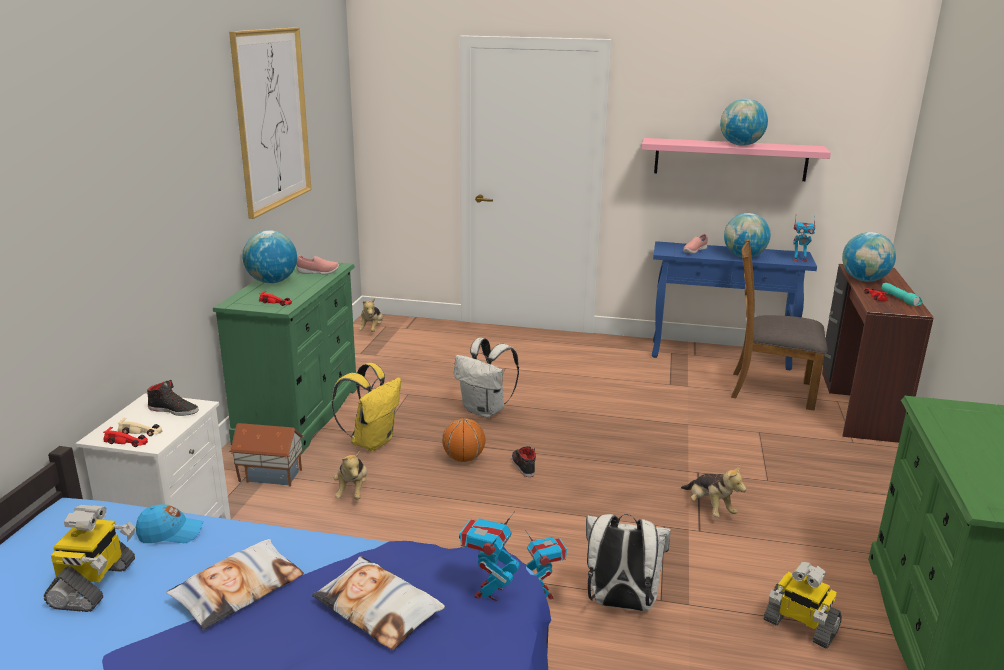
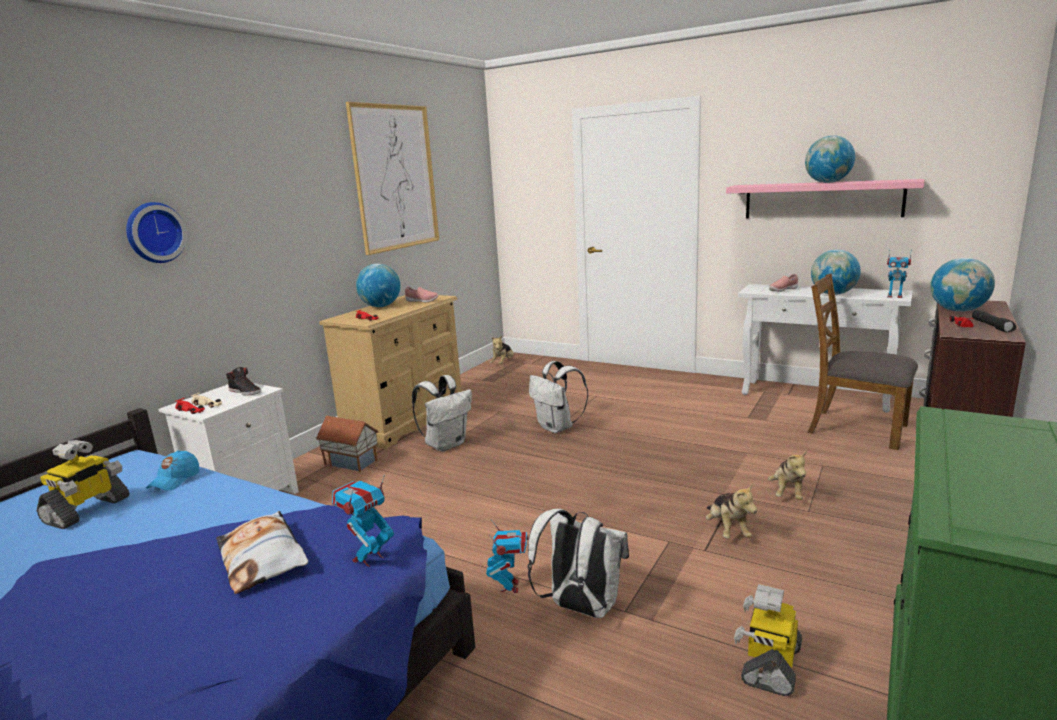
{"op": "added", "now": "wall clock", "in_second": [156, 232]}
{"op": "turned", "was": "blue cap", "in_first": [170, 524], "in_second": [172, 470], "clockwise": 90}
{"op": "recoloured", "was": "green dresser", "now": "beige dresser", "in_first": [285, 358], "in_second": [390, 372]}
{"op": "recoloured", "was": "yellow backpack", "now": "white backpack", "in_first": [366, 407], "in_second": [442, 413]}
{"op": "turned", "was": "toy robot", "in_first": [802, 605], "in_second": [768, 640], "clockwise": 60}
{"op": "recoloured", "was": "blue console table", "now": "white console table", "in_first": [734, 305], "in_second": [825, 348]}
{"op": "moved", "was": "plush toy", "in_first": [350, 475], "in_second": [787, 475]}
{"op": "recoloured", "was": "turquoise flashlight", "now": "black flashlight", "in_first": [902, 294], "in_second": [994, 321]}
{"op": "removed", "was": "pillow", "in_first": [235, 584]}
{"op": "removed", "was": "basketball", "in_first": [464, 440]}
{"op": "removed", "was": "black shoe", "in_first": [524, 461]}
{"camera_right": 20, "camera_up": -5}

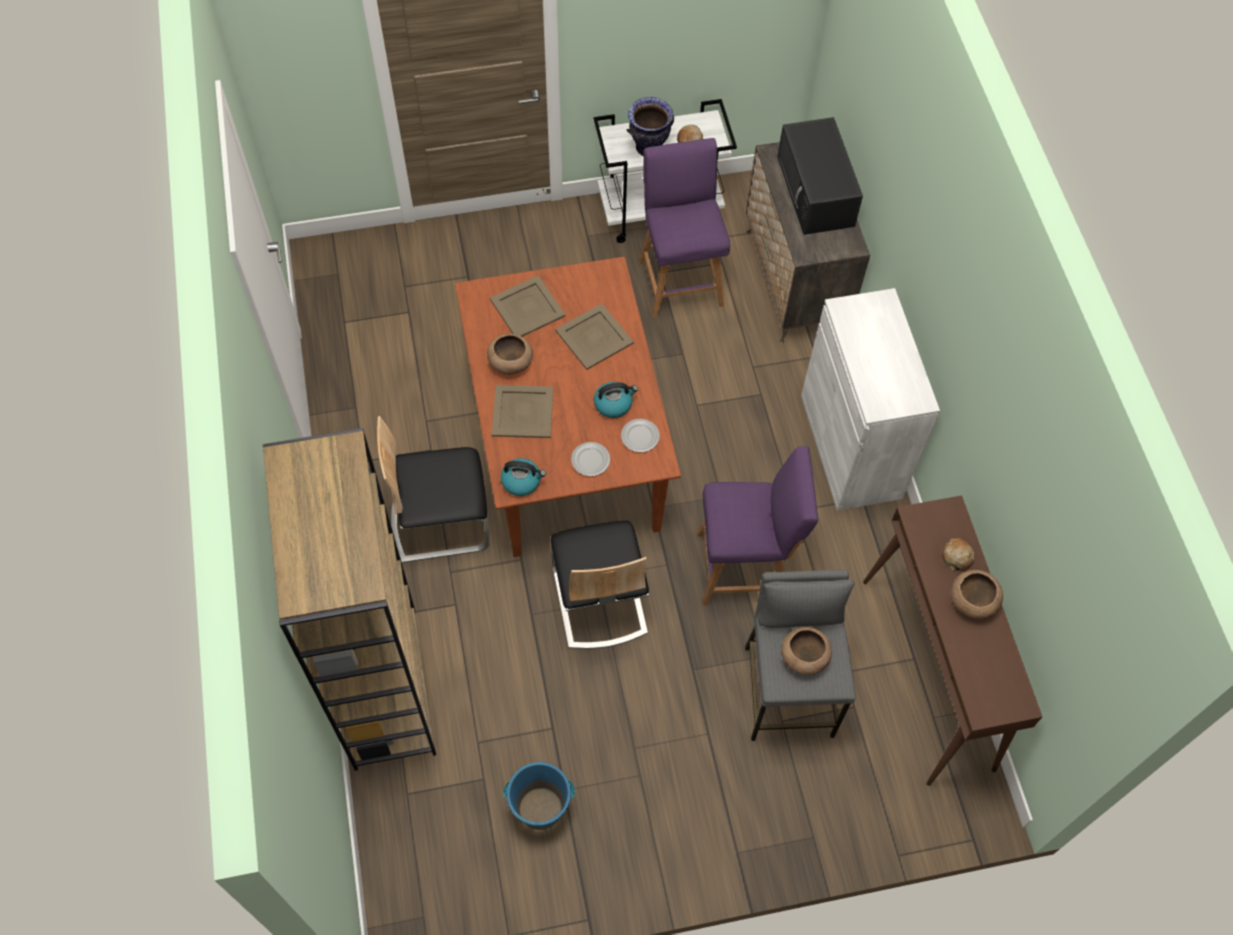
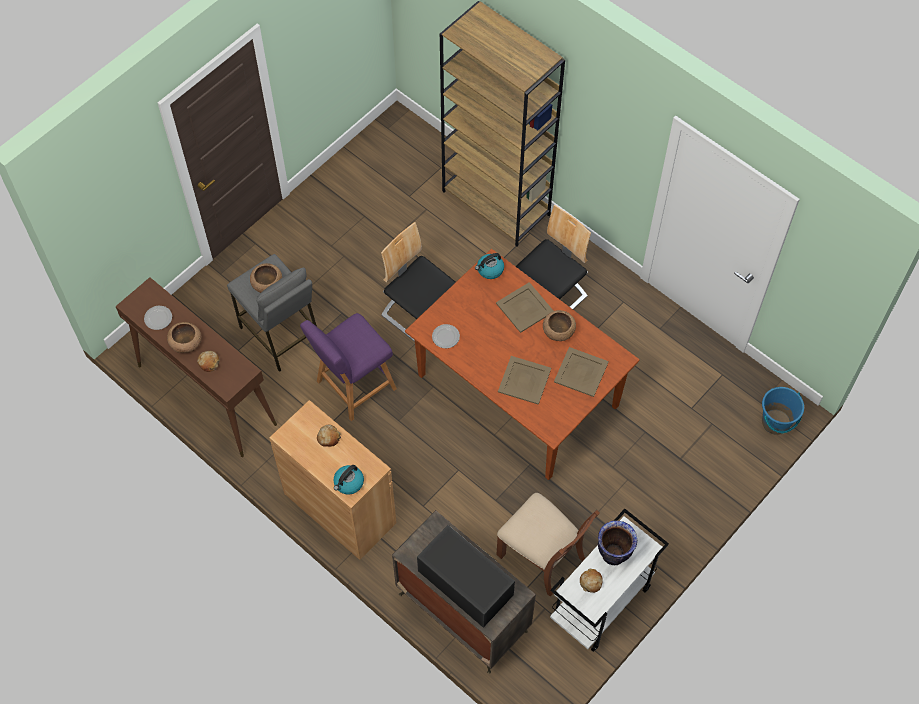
{"op": "moved", "was": "plate", "in_first": [590, 459], "in_second": [158, 318]}
{"op": "recoloured", "was": "white cabinet", "now": "brown cabinet", "in_first": [870, 399], "in_second": [332, 480]}
{"op": "added", "now": "bread", "in_second": [329, 436]}
{"op": "moved", "was": "kettle", "in_first": [616, 400], "in_second": [349, 480]}
{"op": "replaced", "was": "purple stool", "now": "brown chair", "in_first": [684, 228], "in_second": [548, 545]}
{"op": "moved", "was": "blue bucket", "in_first": [538, 796], "in_second": [783, 411]}
{"camera_right": 145, "camera_up": 0}

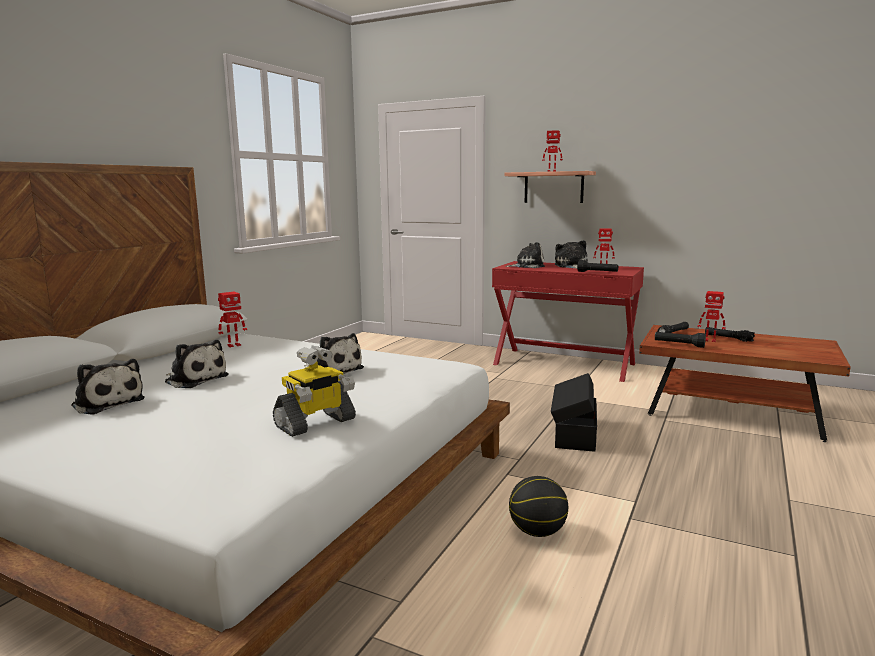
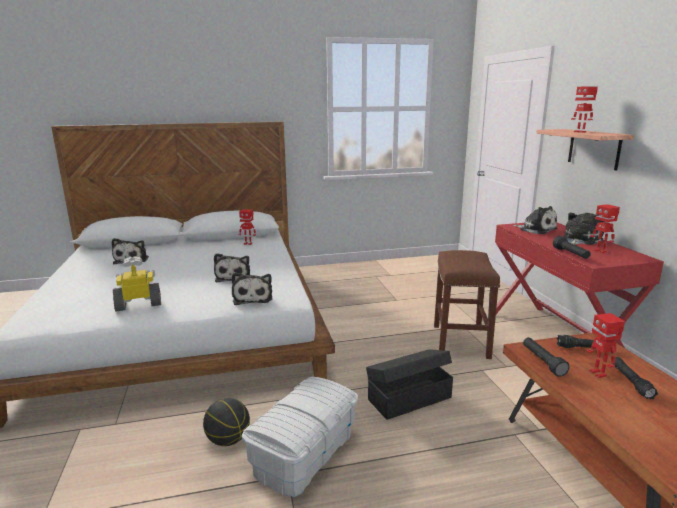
{"op": "turned", "was": "toy robot", "in_first": [314, 391], "in_second": [137, 283], "clockwise": 150}
{"op": "moved", "was": "plush toy", "in_first": [196, 364], "in_second": [252, 288]}
{"op": "added", "now": "white storage box", "in_second": [300, 437]}
{"op": "added", "now": "brown stool", "in_second": [467, 304]}
{"camera_right": 50, "camera_up": 5}

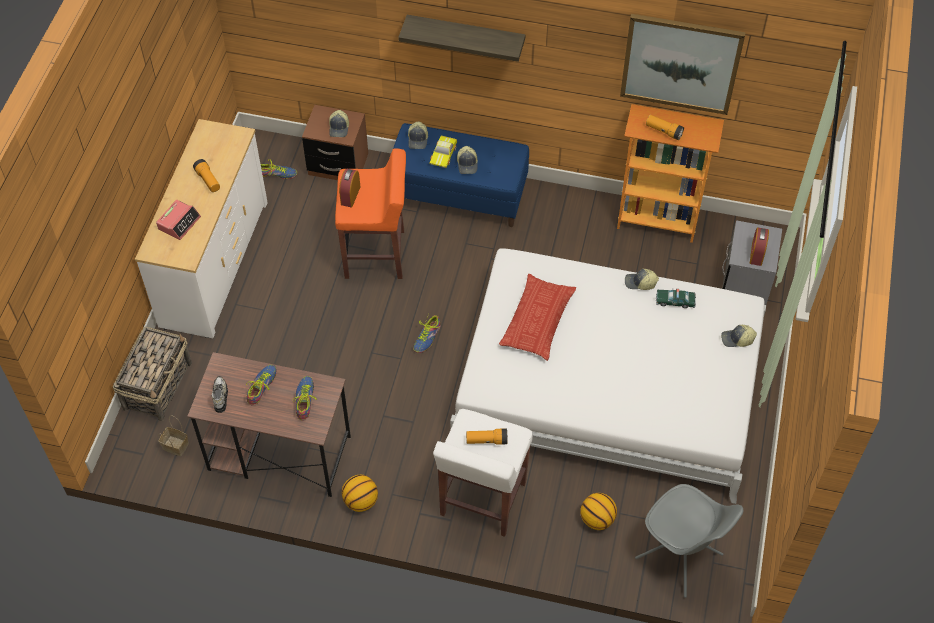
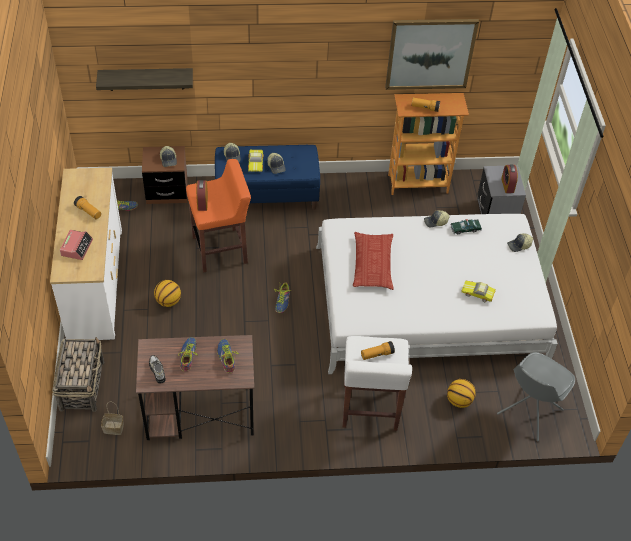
{"op": "moved", "was": "shelf", "in_first": [461, 38], "in_second": [144, 79]}
{"op": "moved", "was": "basketball", "in_first": [360, 493], "in_second": [167, 293]}
{"op": "added", "now": "toy car", "in_second": [478, 291]}
{"op": "turned", "was": "grey chair", "in_first": [689, 541], "in_second": [536, 397], "clockwise": 105}
{"camera_right": -20, "camera_up": -5}

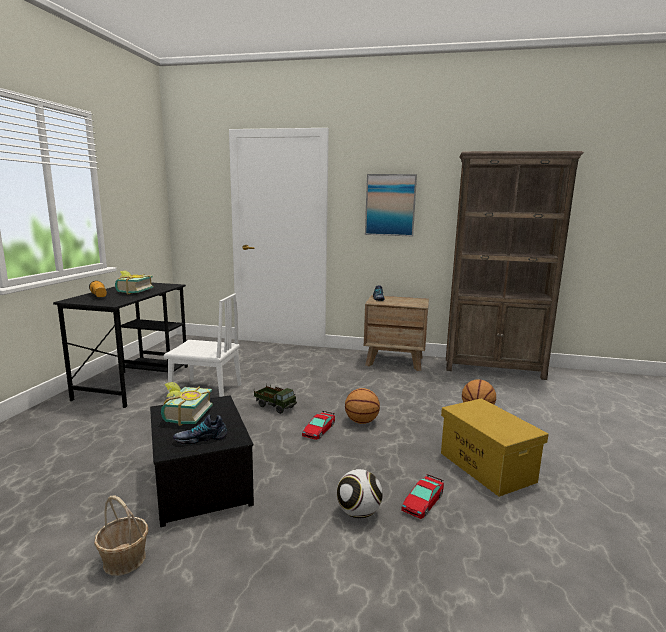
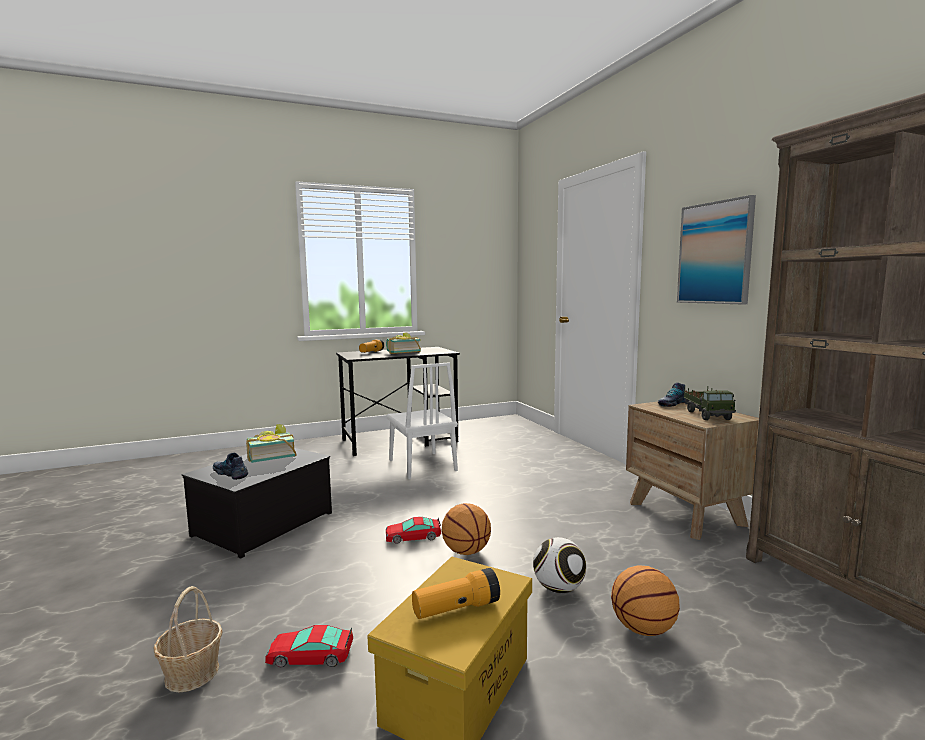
{"op": "moved", "was": "basket", "in_first": [121, 535], "in_second": [188, 639]}
{"op": "added", "now": "flashlight", "in_second": [456, 593]}
{"op": "moved", "was": "football", "in_first": [360, 493], "in_second": [559, 565]}
{"op": "moved", "was": "toy truck", "in_first": [275, 399], "in_second": [710, 403]}
{"camera_right": 55, "camera_up": -5}

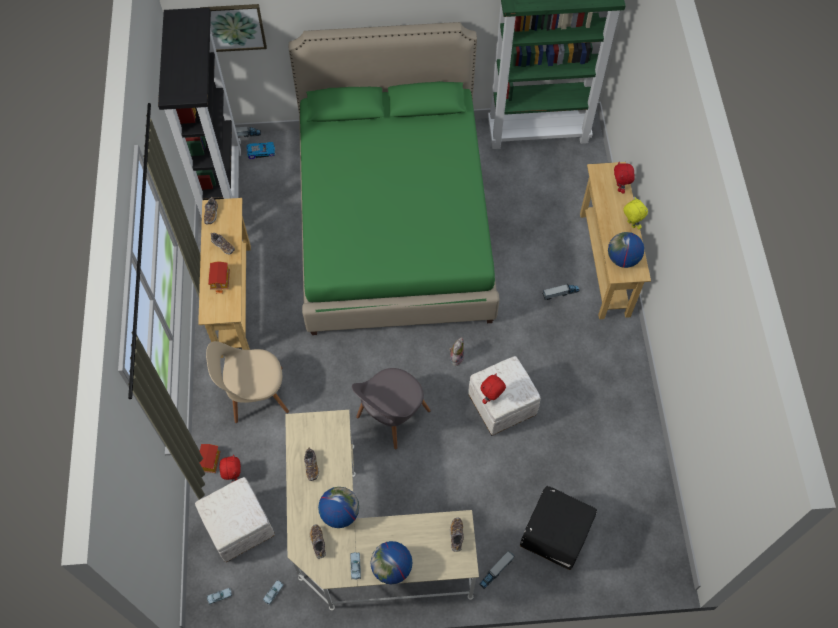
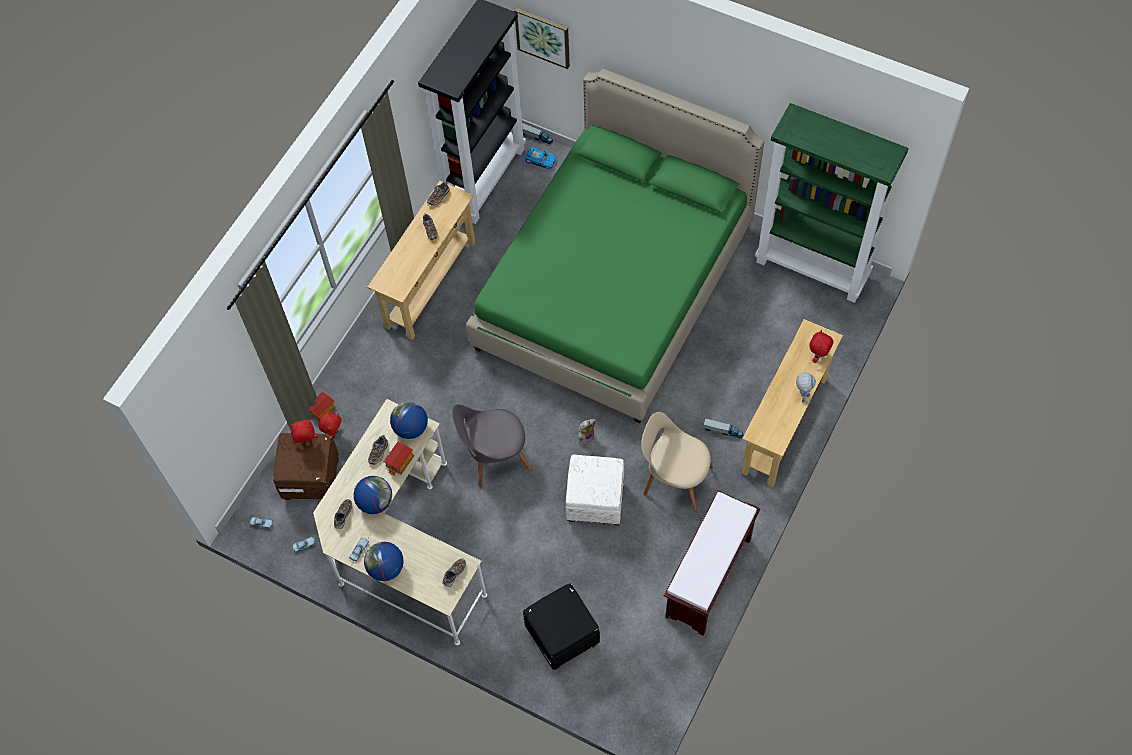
{"op": "recoloured", "was": "white ottoman", "now": "brown ottoman", "in_first": [235, 519], "in_second": [306, 466]}
{"op": "moved", "was": "red plush toy", "in_first": [493, 388], "in_second": [304, 432]}
{"op": "moved", "was": "toy house", "in_first": [219, 277], "in_second": [399, 459]}
{"op": "moved", "was": "globe", "in_first": [626, 250], "in_second": [409, 420]}
{"op": "moved", "was": "beige chair", "in_first": [247, 382], "in_second": [677, 461]}
{"op": "added", "now": "brown bench", "in_second": [712, 563]}
{"op": "replaced", "was": "yellow plush toy", "now": "toy robot", "in_first": [635, 213], "in_second": [806, 387]}
{"op": "removed", "was": "toy truck", "in_first": [496, 570]}
{"camera_right": 35, "camera_up": 0}

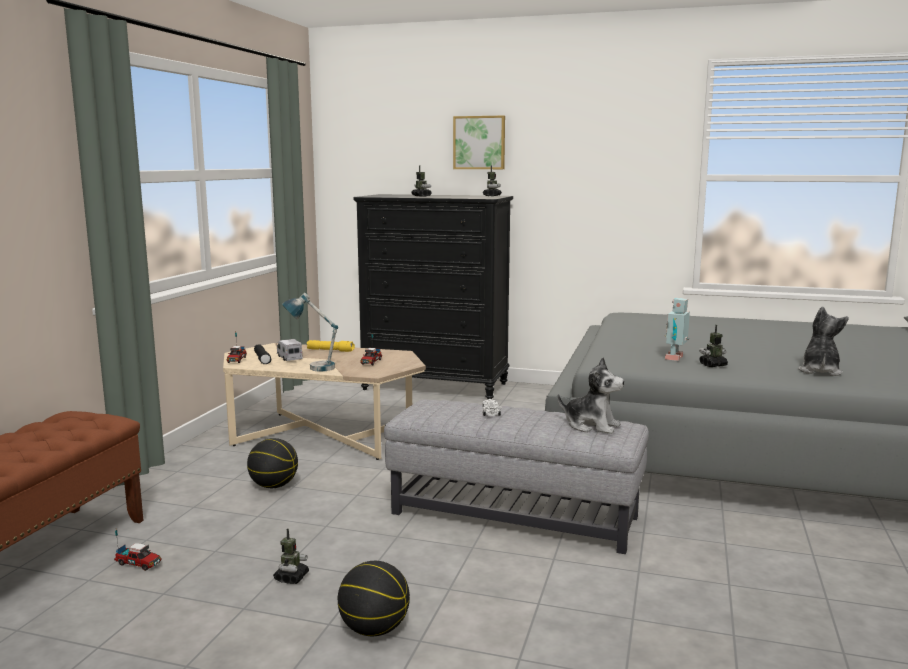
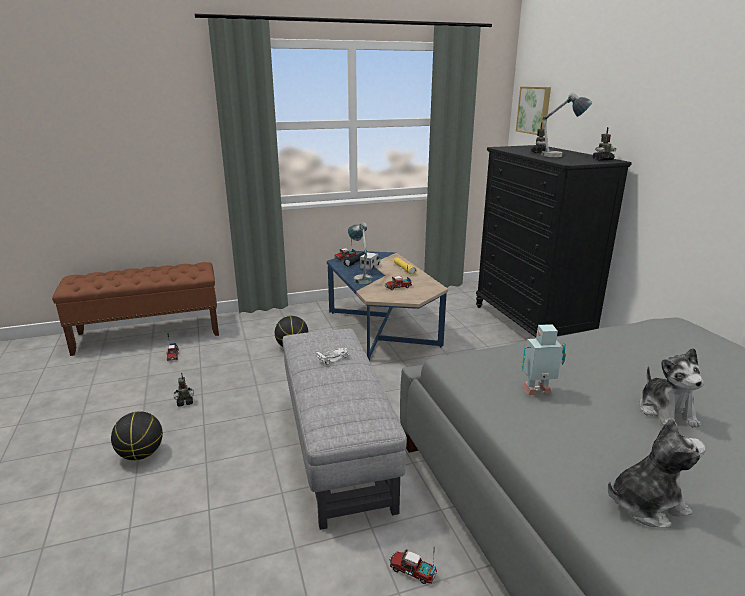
{"op": "recoloured", "was": "beige coffee table", "now": "blue coffee table", "in_first": [324, 401], "in_second": [387, 306]}
{"op": "added", "now": "toy truck", "in_second": [413, 566]}
{"op": "moved", "was": "picture", "in_first": [479, 142], "in_second": [533, 111]}
{"op": "added", "now": "table lamp", "in_second": [566, 125]}
{"op": "moved", "was": "plush toy", "in_first": [591, 395], "in_second": [671, 388]}
{"op": "removed", "was": "toy robot", "in_first": [713, 346]}
{"camera_right": 55, "camera_up": 10}

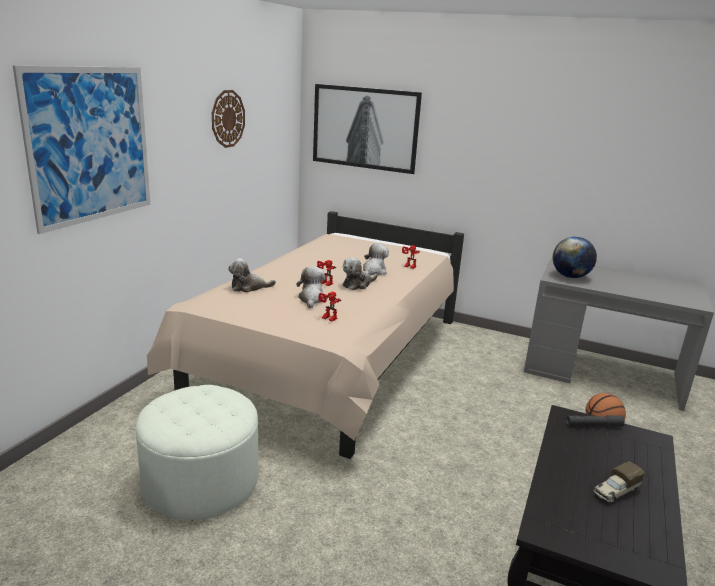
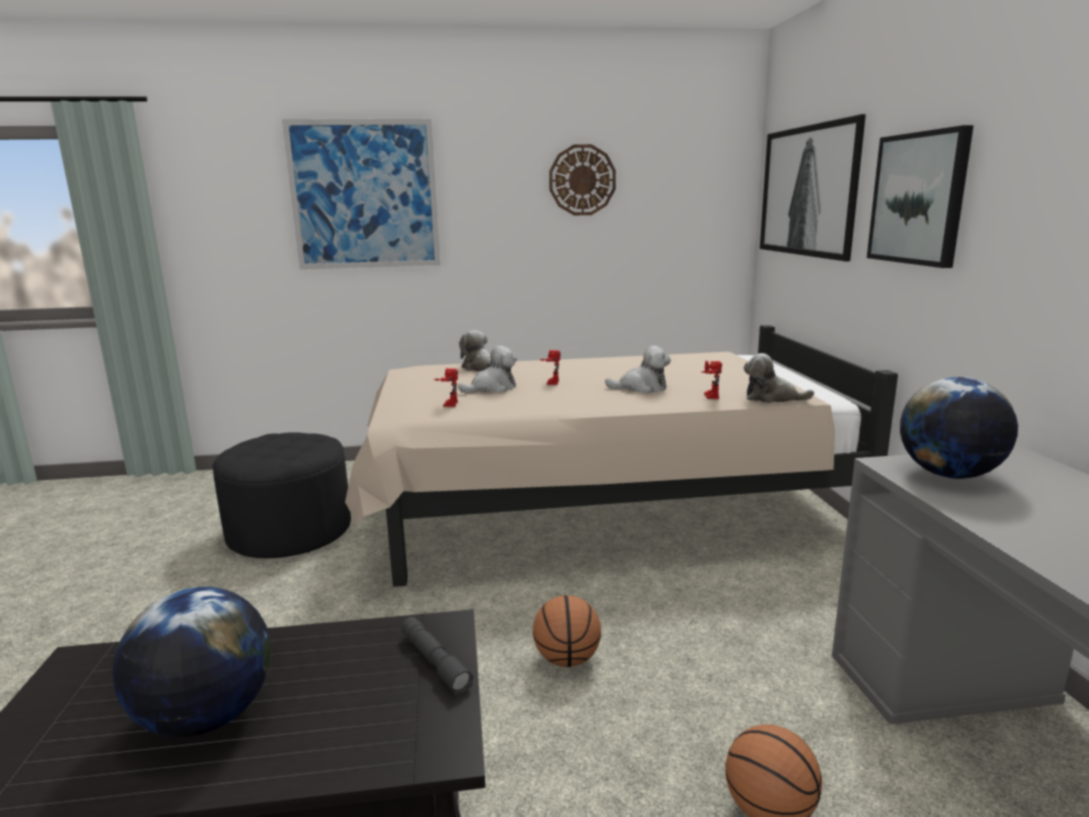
{"op": "replaced", "was": "toy truck", "now": "globe", "in_first": [619, 482], "in_second": [191, 662]}
{"op": "recoloured", "was": "white ottoman", "now": "black ottoman", "in_first": [197, 452], "in_second": [282, 495]}
{"op": "added", "now": "basketball", "in_second": [567, 631]}
{"op": "moved", "was": "plush toy", "in_first": [360, 273], "in_second": [779, 378]}
{"op": "added", "now": "picture", "in_second": [920, 196]}
{"camera_right": 60, "camera_up": -5}

